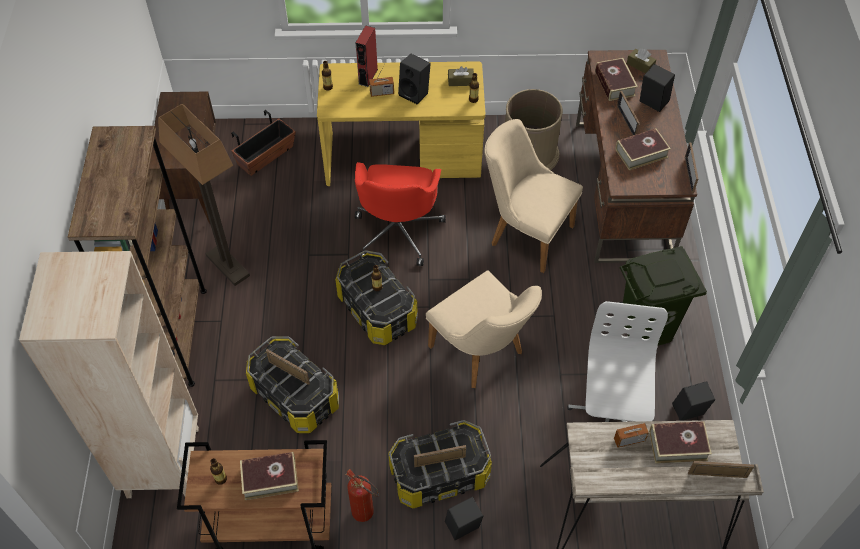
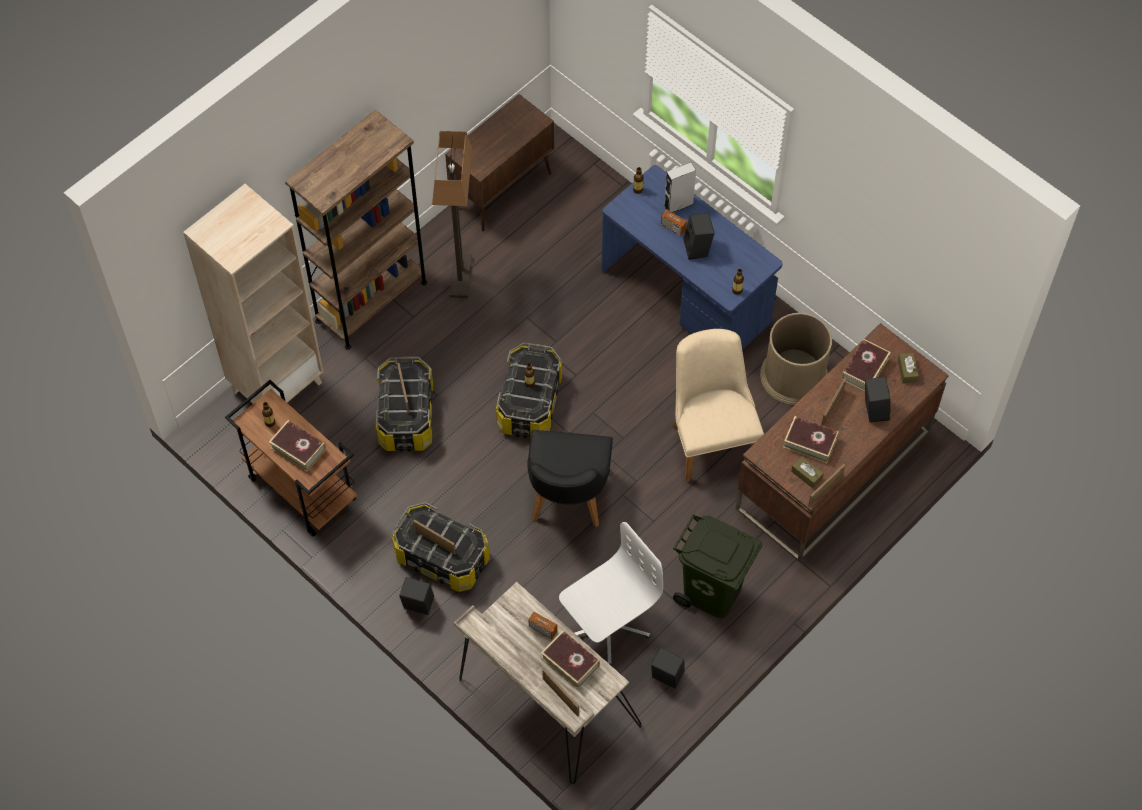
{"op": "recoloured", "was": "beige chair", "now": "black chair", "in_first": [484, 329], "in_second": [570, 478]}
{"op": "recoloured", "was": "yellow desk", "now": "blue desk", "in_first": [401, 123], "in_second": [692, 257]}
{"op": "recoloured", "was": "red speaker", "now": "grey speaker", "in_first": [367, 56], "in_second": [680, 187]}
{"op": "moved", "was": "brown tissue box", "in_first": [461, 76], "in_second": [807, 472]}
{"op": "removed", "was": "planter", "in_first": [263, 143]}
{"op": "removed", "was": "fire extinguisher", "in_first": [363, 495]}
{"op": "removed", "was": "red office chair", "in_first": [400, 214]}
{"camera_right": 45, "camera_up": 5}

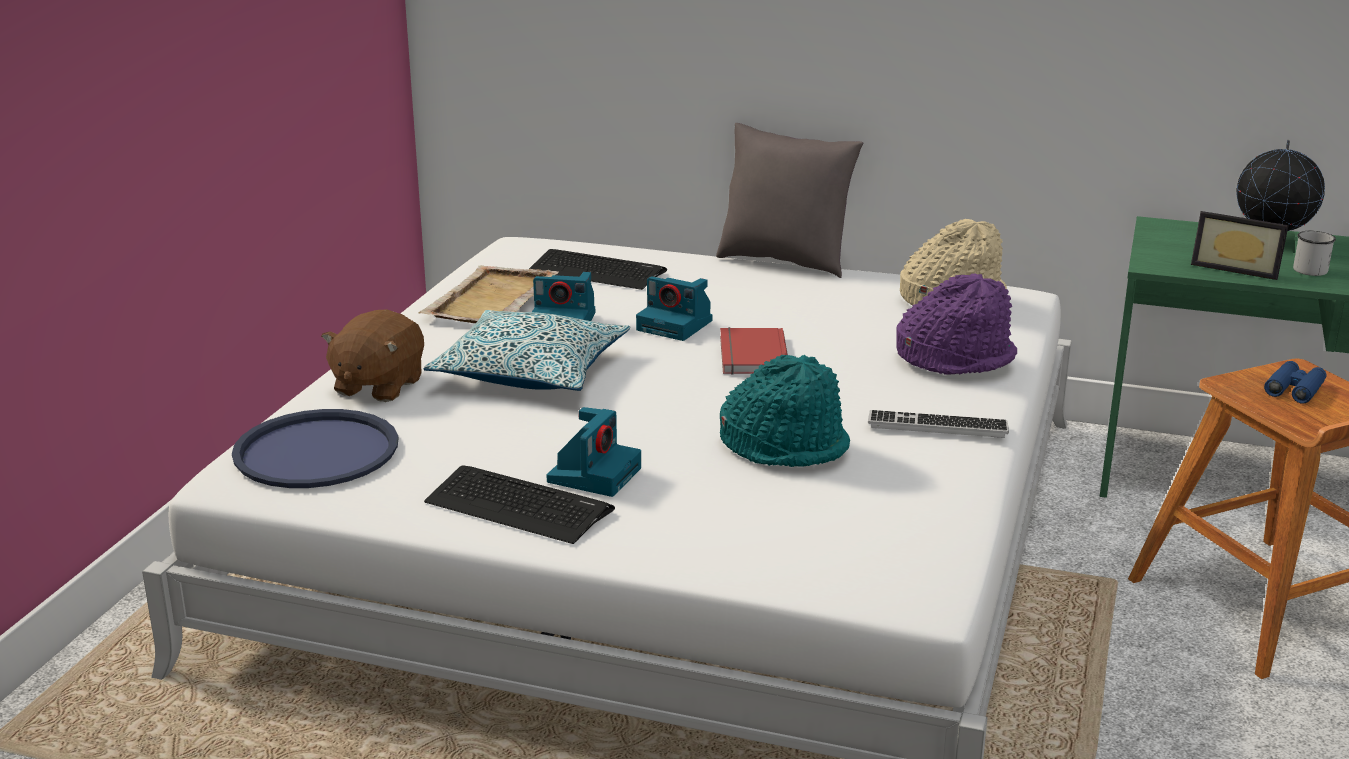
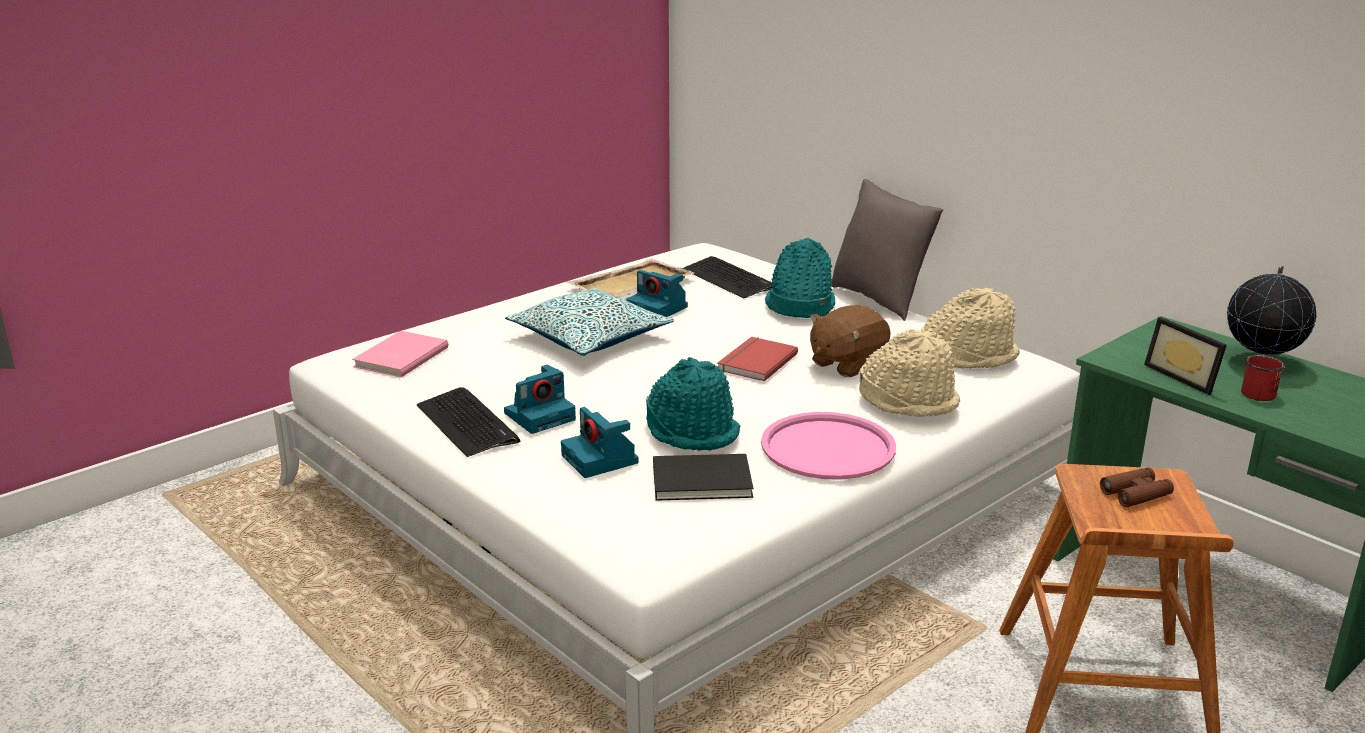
{"op": "replaced", "was": "blue tray", "now": "pink book", "in_first": [315, 448], "in_second": [400, 354]}
{"op": "moved", "was": "photo camera", "in_first": [674, 308], "in_second": [600, 442]}
{"op": "added", "now": "black book", "in_second": [703, 477]}
{"op": "replaced", "was": "keyboard", "now": "pink tray", "in_first": [938, 424], "in_second": [828, 446]}
{"op": "added", "now": "turquoise hat", "in_second": [800, 278]}
{"op": "moved", "was": "brown plush toy", "in_first": [372, 355], "in_second": [850, 341]}
{"op": "recoloured", "was": "purple hat", "now": "beige hat", "in_first": [956, 324], "in_second": [909, 373]}
{"op": "recoloured", "was": "blue binoculars", "now": "brown binoculars", "in_first": [1295, 382], "in_second": [1137, 487]}
{"op": "recoloured", "was": "white mug", "now": "red mug", "in_first": [1314, 253], "in_second": [1263, 378]}
{"camera_right": 30, "camera_up": 0}

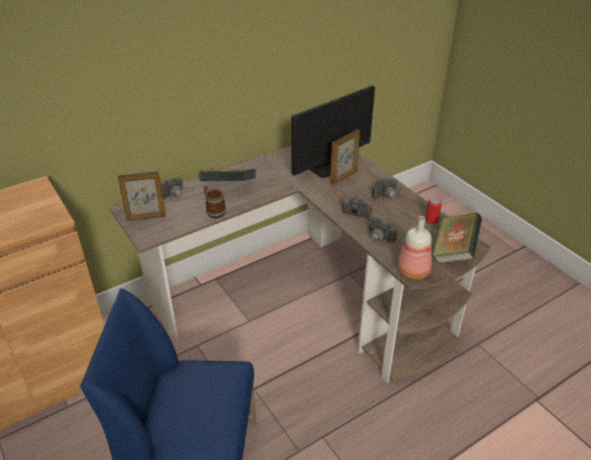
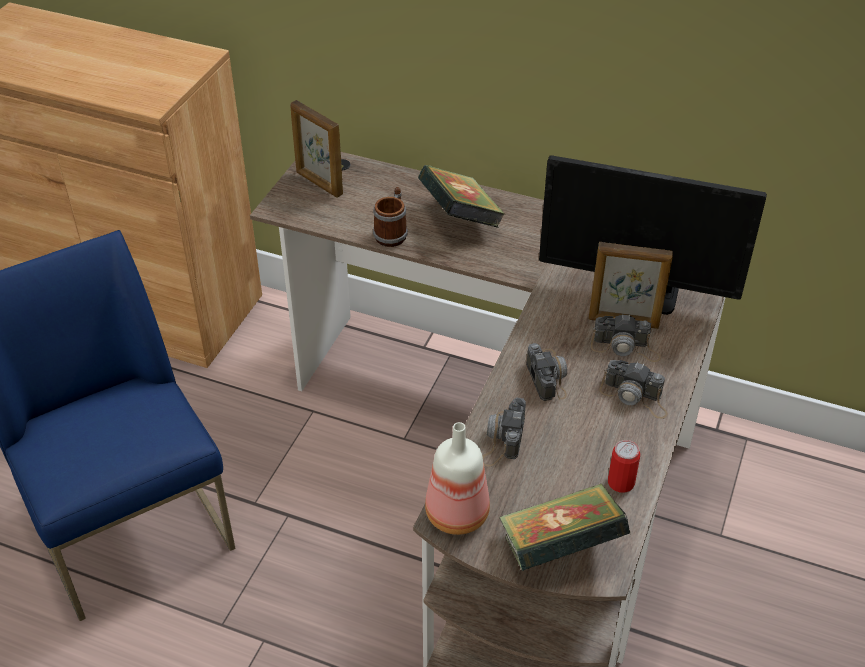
{"op": "moved", "was": "photo camera", "in_first": [177, 190], "in_second": [626, 338]}
{"camera_right": 55, "camera_up": 5}

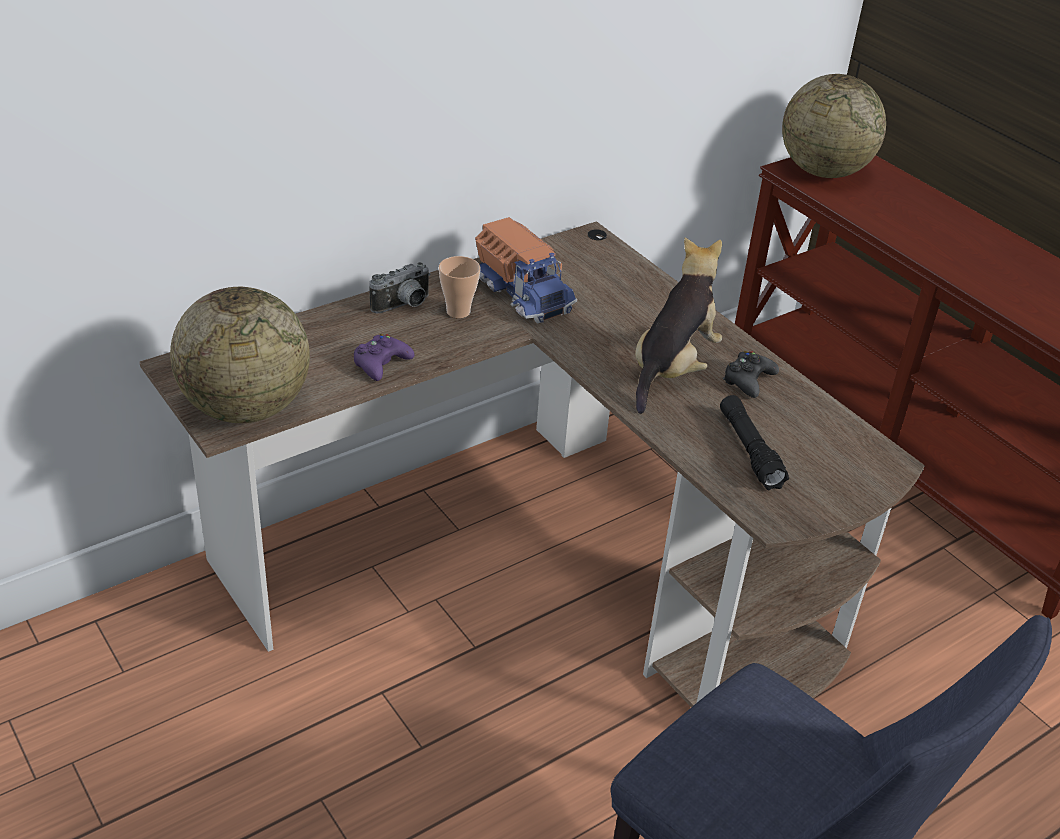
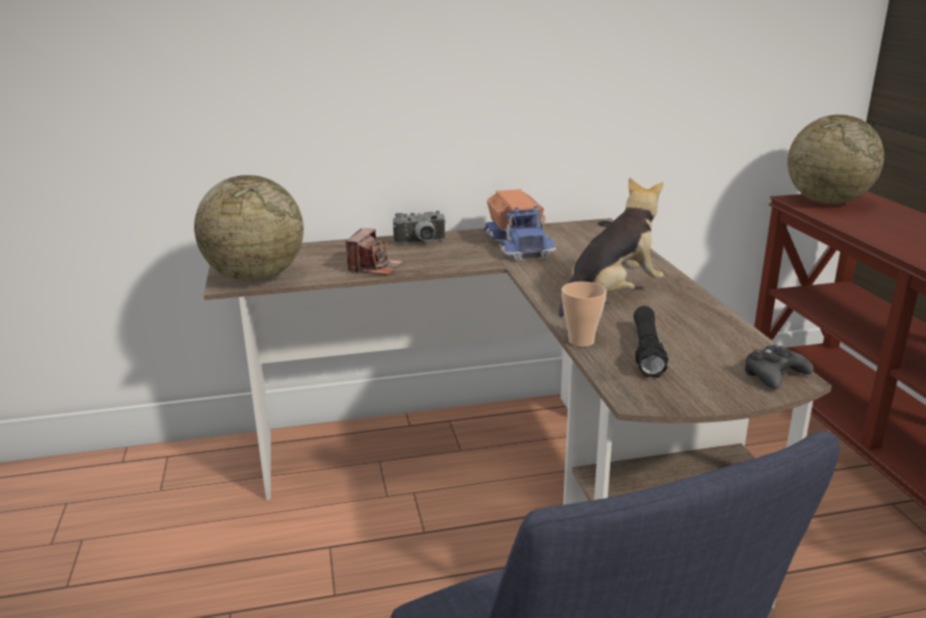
{"op": "replaced", "was": "purple game controller", "now": "photo camera", "in_first": [384, 357], "in_second": [374, 251]}
{"op": "moved", "was": "cup", "in_first": [459, 287], "in_second": [584, 314]}
{"op": "moved", "was": "black game controller", "in_first": [751, 374], "in_second": [779, 367]}
{"camera_right": 25, "camera_up": -15}

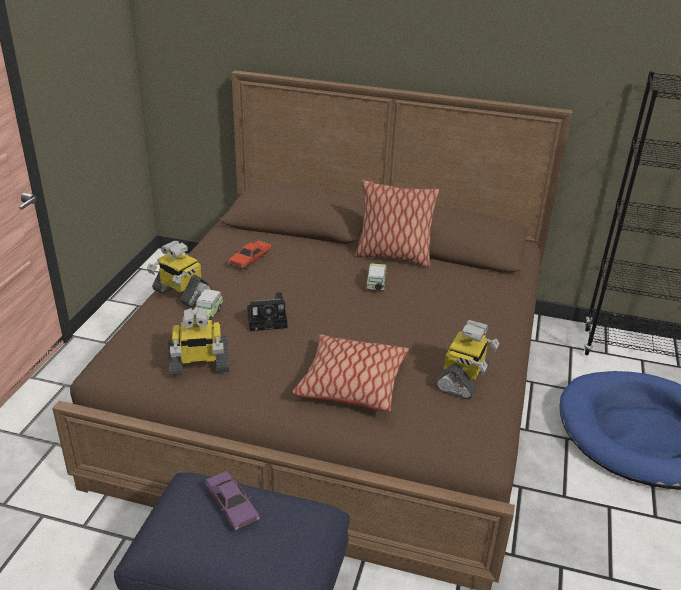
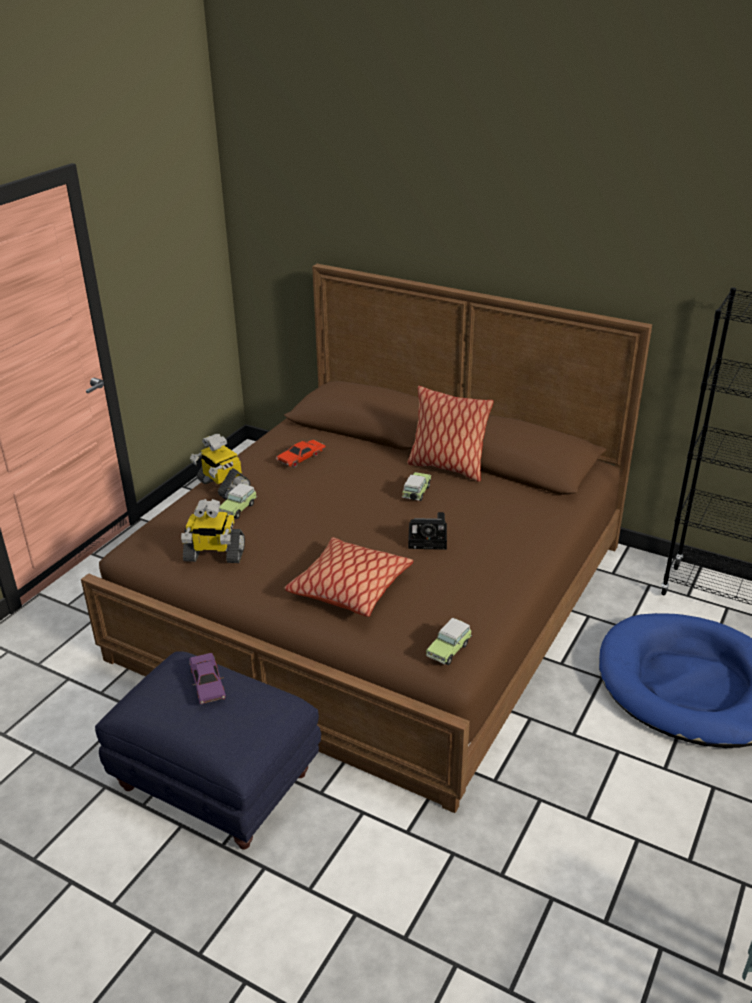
{"op": "moved", "was": "photo camera", "in_first": [267, 311], "in_second": [427, 531]}
{"op": "added", "now": "toy car", "in_second": [449, 641]}
{"op": "removed", "was": "toy robot", "in_first": [467, 360]}
{"camera_right": 15, "camera_up": 0}

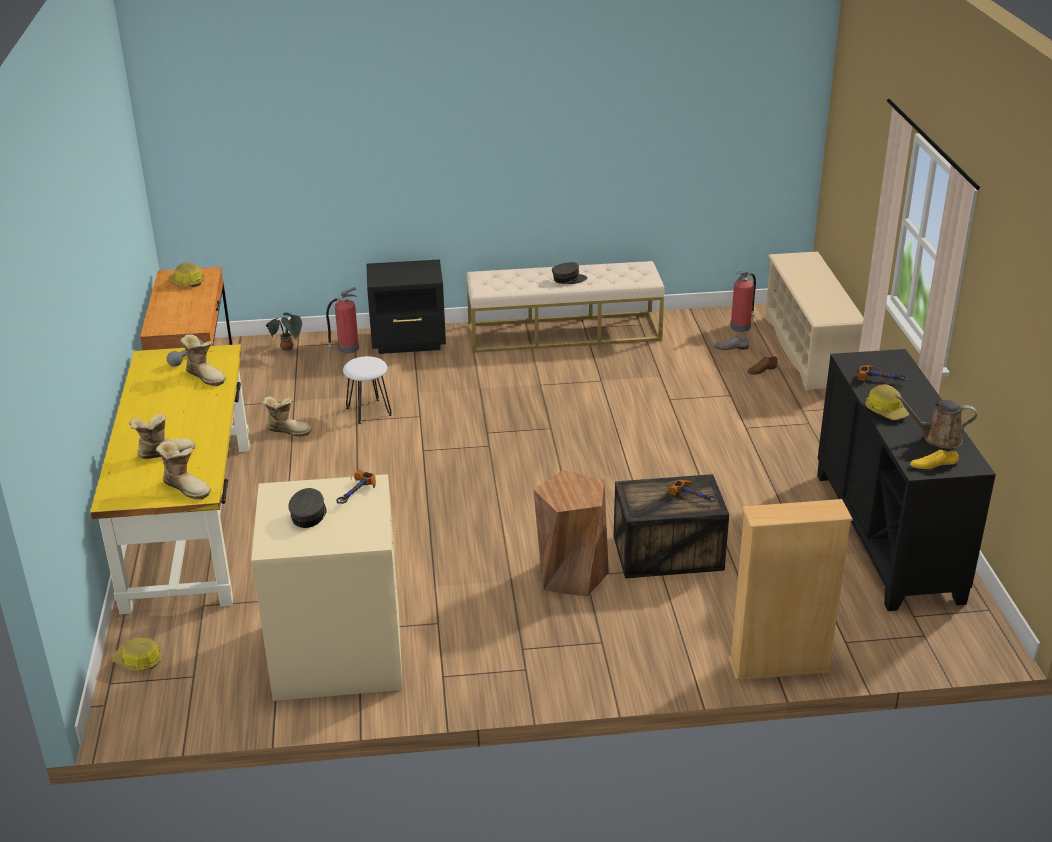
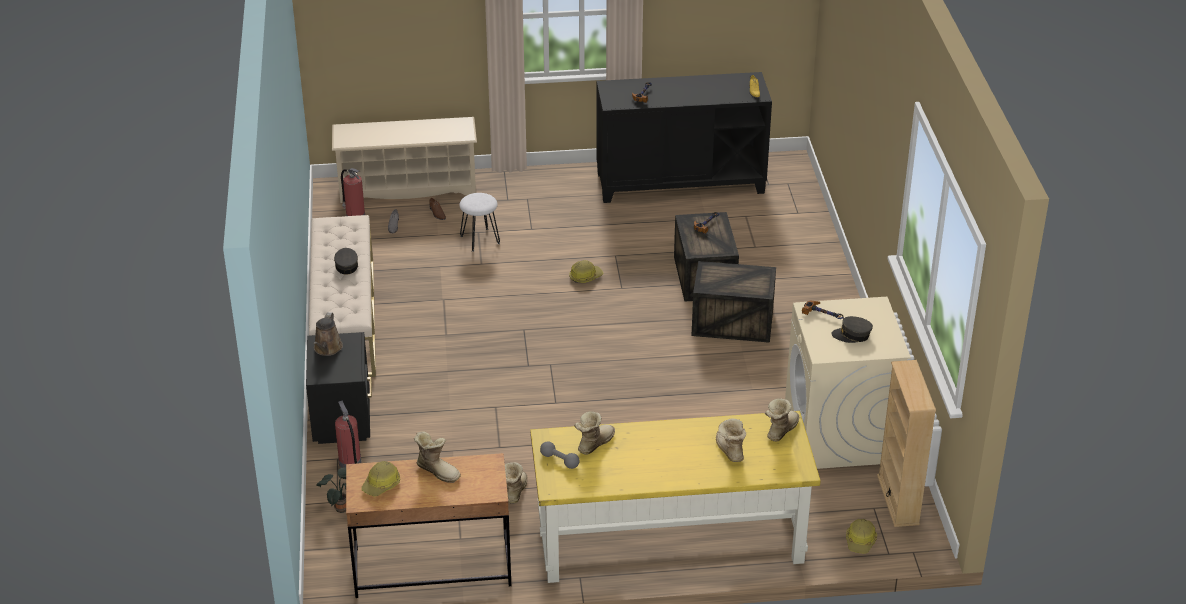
{"op": "moved", "was": "brown watering can", "in_first": [936, 422], "in_second": [328, 334]}
{"op": "added", "now": "boot", "in_second": [437, 457]}
{"op": "moved", "was": "white stool", "in_first": [367, 390], "in_second": [479, 222]}
{"op": "moved", "was": "hard hat", "in_first": [887, 402], "in_second": [586, 271]}
{"op": "replaced", "was": "brown stool", "now": "crate", "in_first": [571, 533], "in_second": [733, 302]}
{"op": "moved", "was": "beige bookcase", "in_first": [790, 590], "in_second": [906, 443]}
{"camera_right": -90, "camera_up": 5}

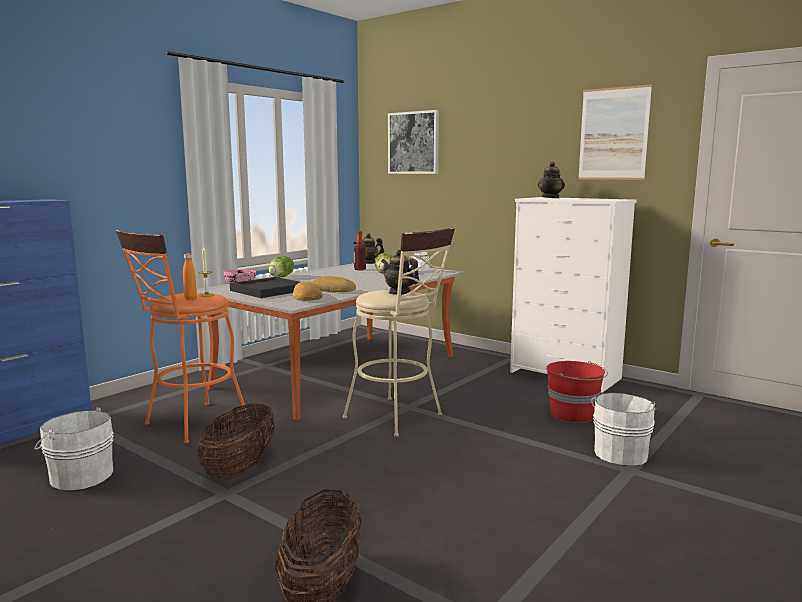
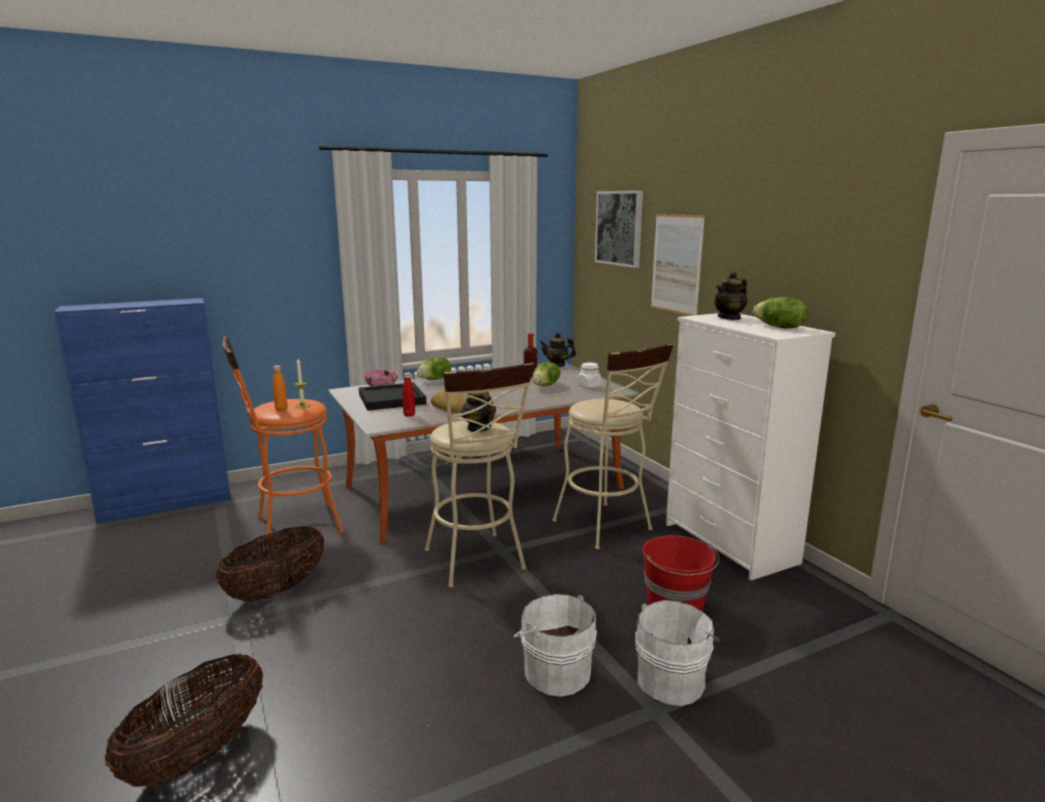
{"op": "replaced", "was": "bread", "now": "red bottle", "in_first": [307, 291], "in_second": [408, 395]}
{"op": "moved", "was": "white bucket", "in_first": [74, 448], "in_second": [555, 645]}
{"op": "added", "now": "beige stool", "in_second": [613, 446]}
{"op": "moved", "was": "picture", "in_first": [615, 132], "in_second": [678, 265]}
{"op": "added", "now": "lettuce", "in_second": [780, 313]}
{"camera_right": 25, "camera_up": 5}

